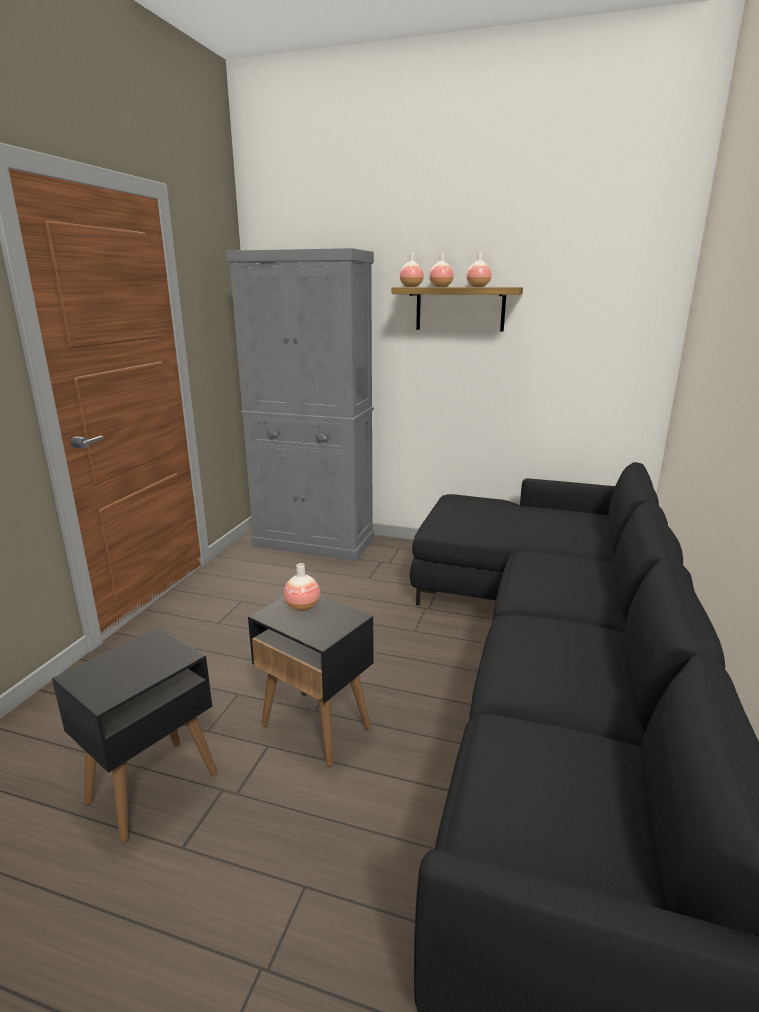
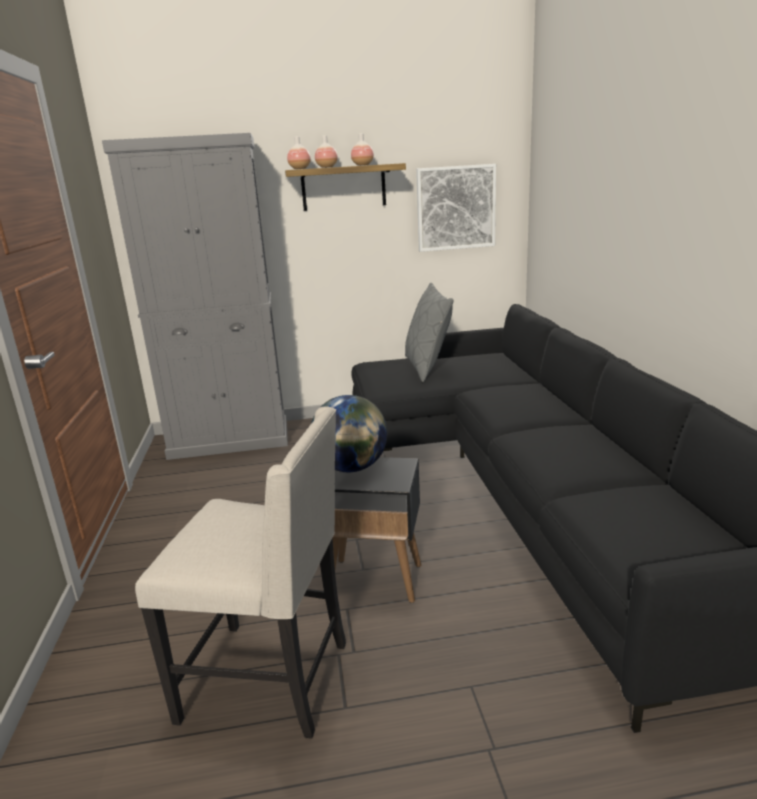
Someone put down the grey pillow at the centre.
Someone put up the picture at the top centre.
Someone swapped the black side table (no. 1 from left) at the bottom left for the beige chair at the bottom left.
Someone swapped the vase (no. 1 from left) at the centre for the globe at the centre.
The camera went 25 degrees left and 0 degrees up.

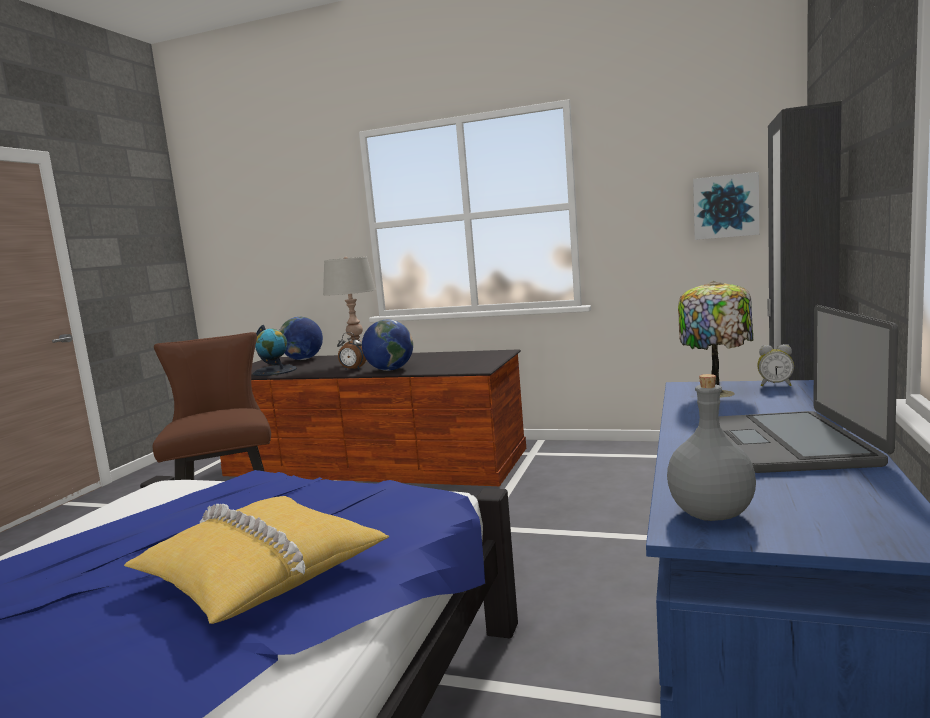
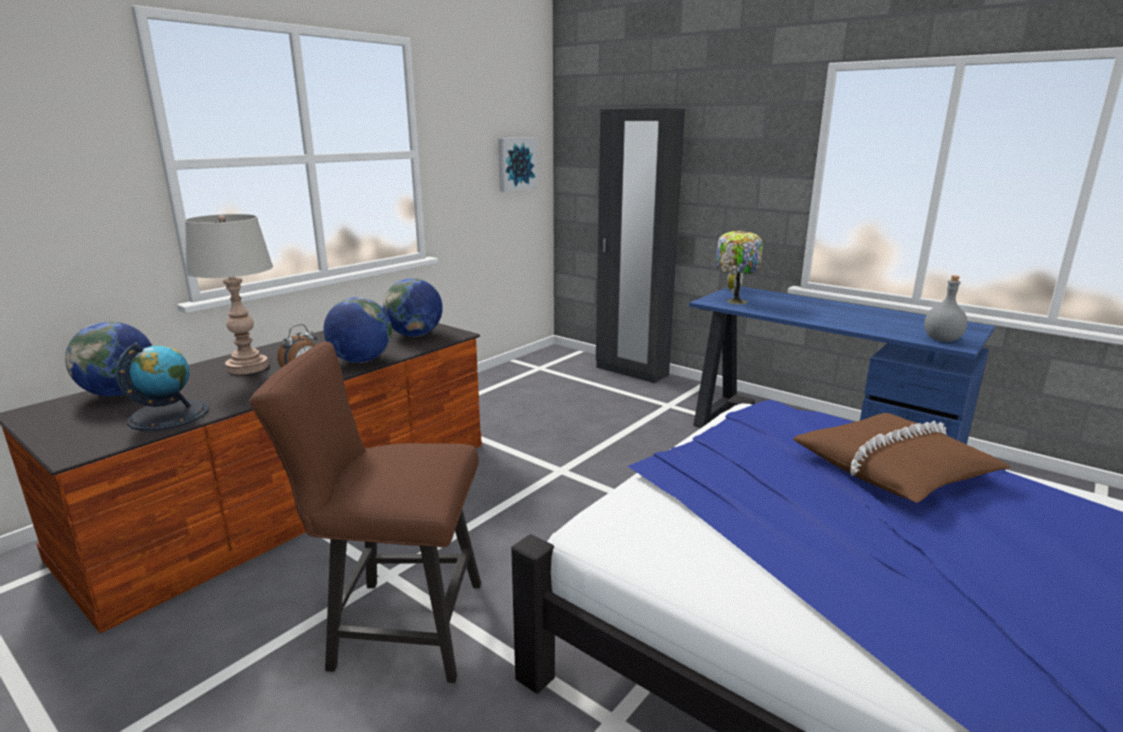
Someone took away the laptop at the middle right.
Someone put down the globe (no. 4 from left) at the centre.
Someone repainted the yellow pillow at the bottom left, which became the brown pillow at the middle right.
The camera went 70 degrees left and 10 degrees up.

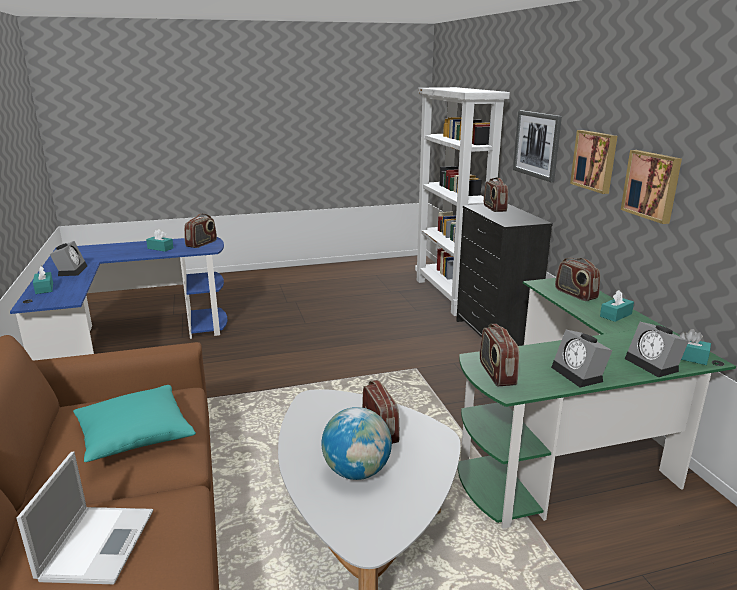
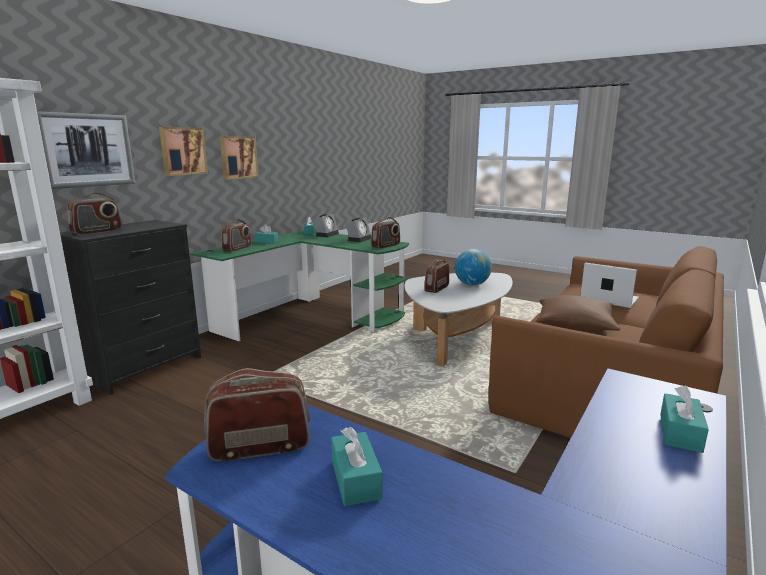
Someone took away the alarm clock (no. 1 from left) at the middle left.
Someone repainted the turquoise pillow at the bottom left, which became the brown pillow at the middle right.
Someone rotated the laptop at the bottom left by 75 degrees clockwise.
The camera went 130 degrees left and 5 degrees down.

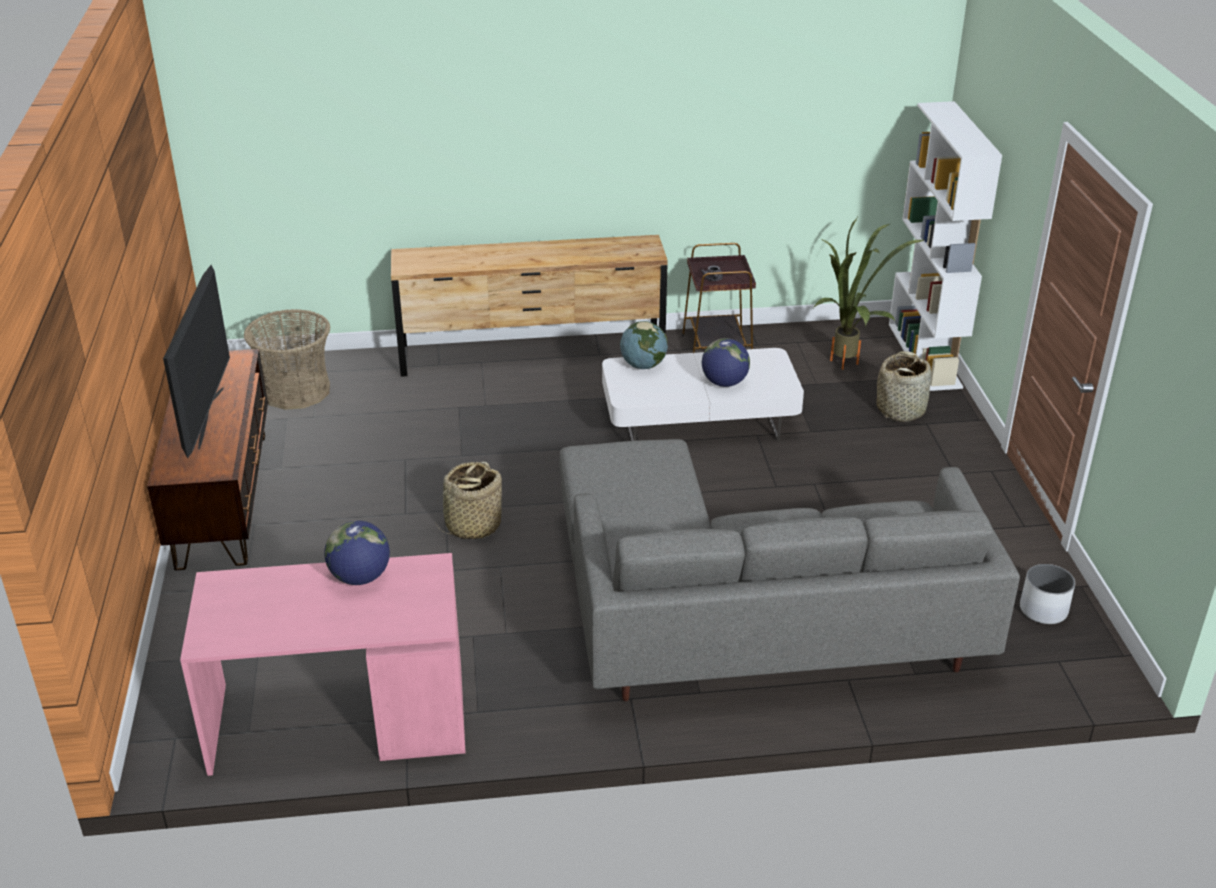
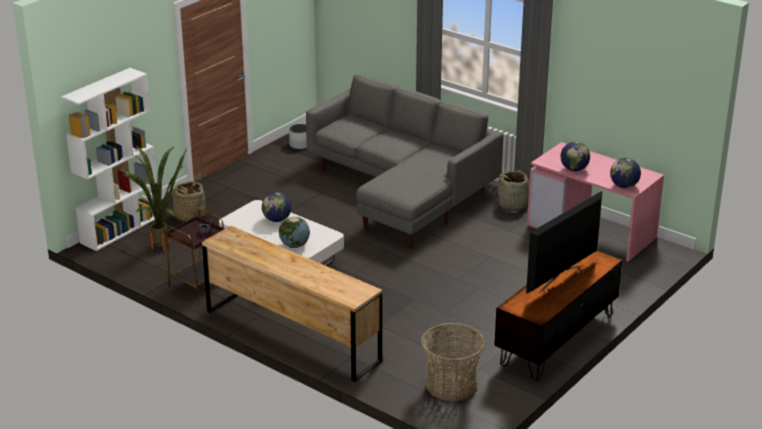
Someone put down the globe (no. 4 from left) at the middle right.
Someone carried the basket (no. 2 from left in the first image) from the centre to the middle right.
The camera went 135 degrees left and 5 degrees down.

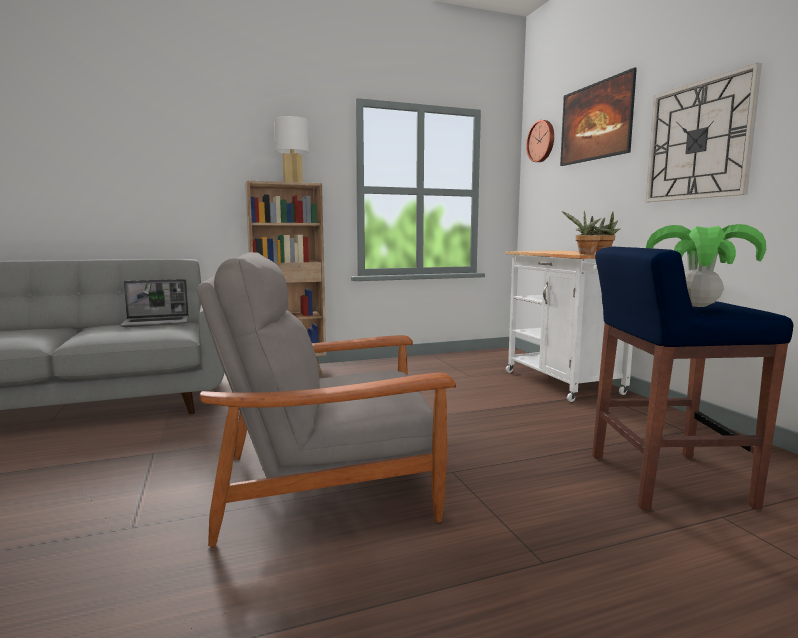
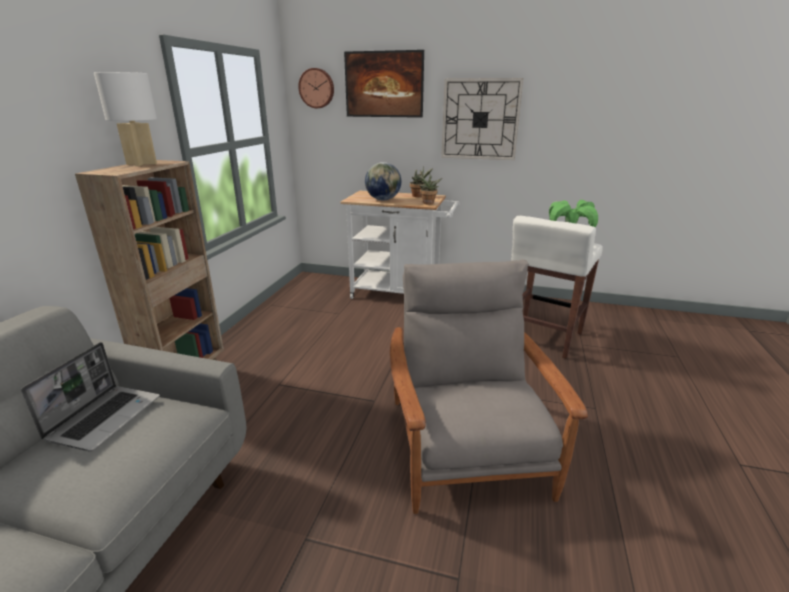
Someone put down the globe at the top centre.
Someone repainted the blue stool at the middle right, which became the white stool at the middle right.
Someone rotated the grey armchair at the centre by 150 degrees clockwise.
The camera went 55 degrees left and 15 degrees up.

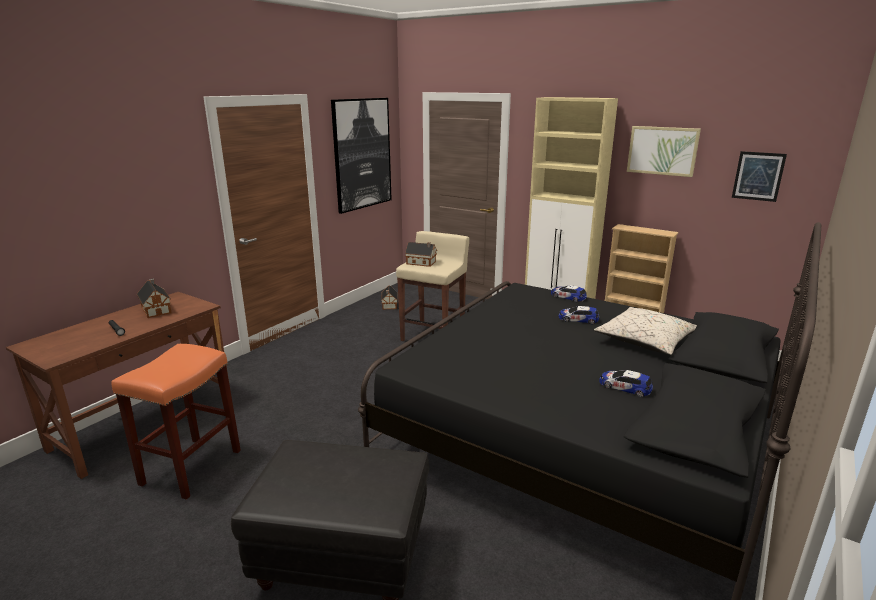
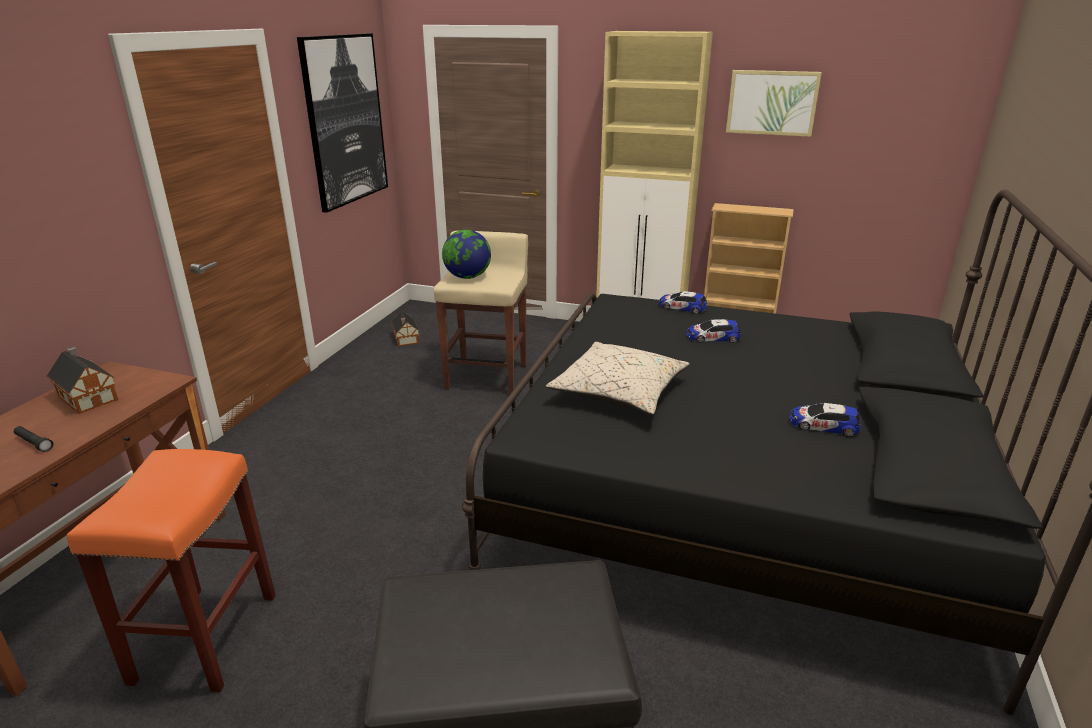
Someone took away the picture (no. 3 from left) at the top right.
Someone carried the beige pillow from the middle right to the centre.
Someone swapped the toy house (no. 3 from left) at the centre for the globe at the centre.
The camera went 15 degrees left and 5 degrees up.

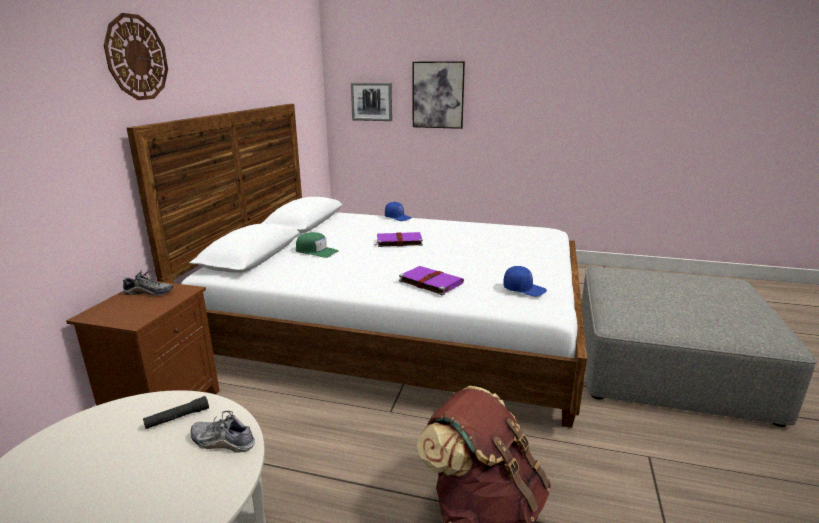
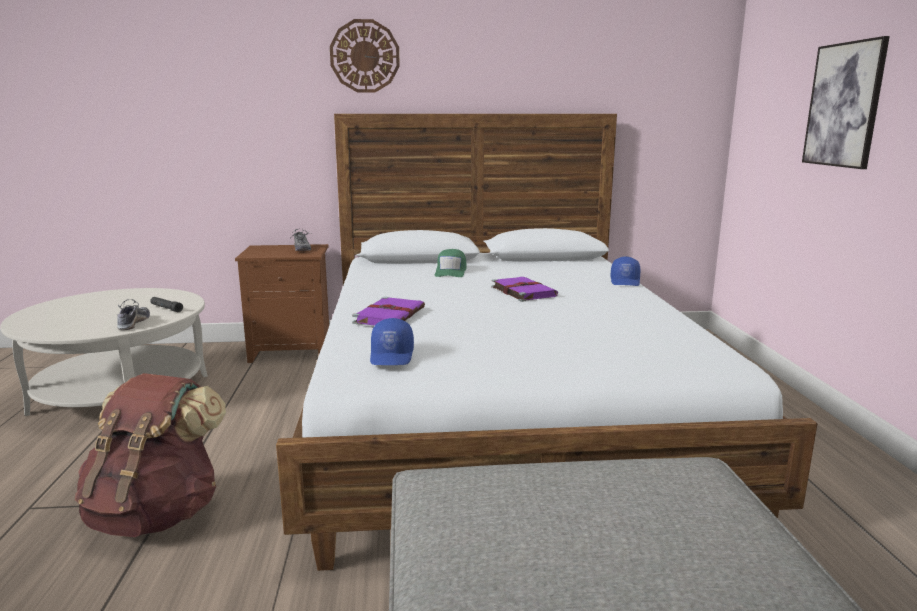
Someone took away the picture (no. 1 from left) at the top centre.
The camera went 70 degrees right and 5 degrees down.

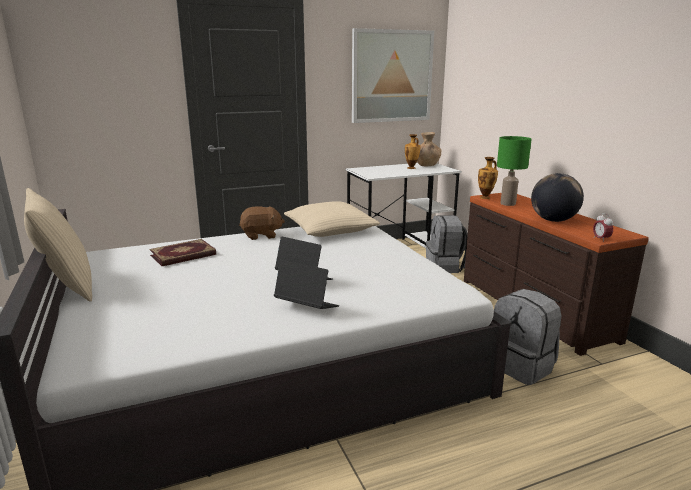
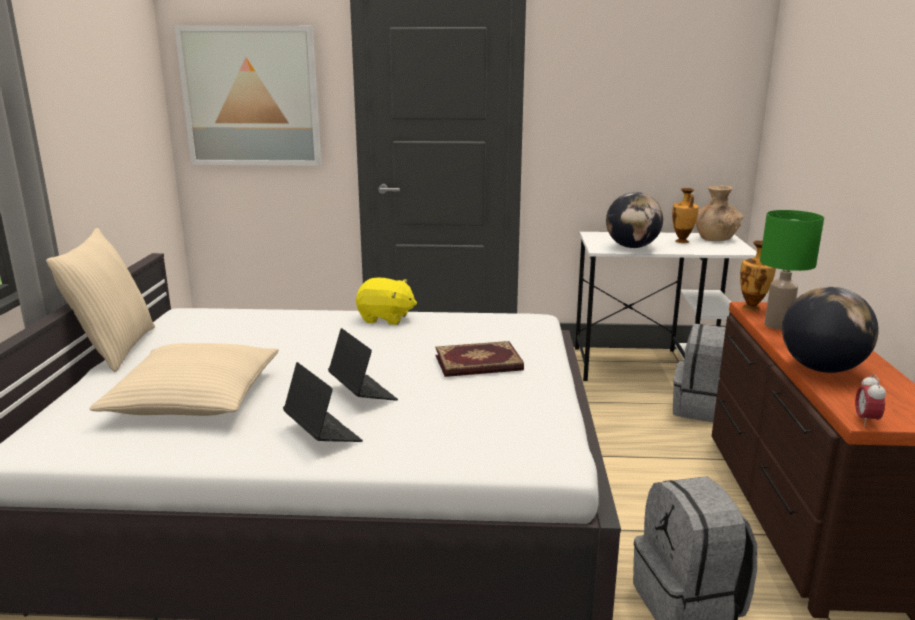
Someone put down the globe (no. 1 from left) at the middle right.
Someone carried the book from the middle left to the centre.
Someone carried the beige pillow (no. 2 from left) from the centre to the middle left.
Someone carried the picture from the top centre to the top left.
Someone repainted the brown plush toy at the centre, which became the yellow plush toy at the centre.
The camera went 25 degrees right and 0 degrees up.

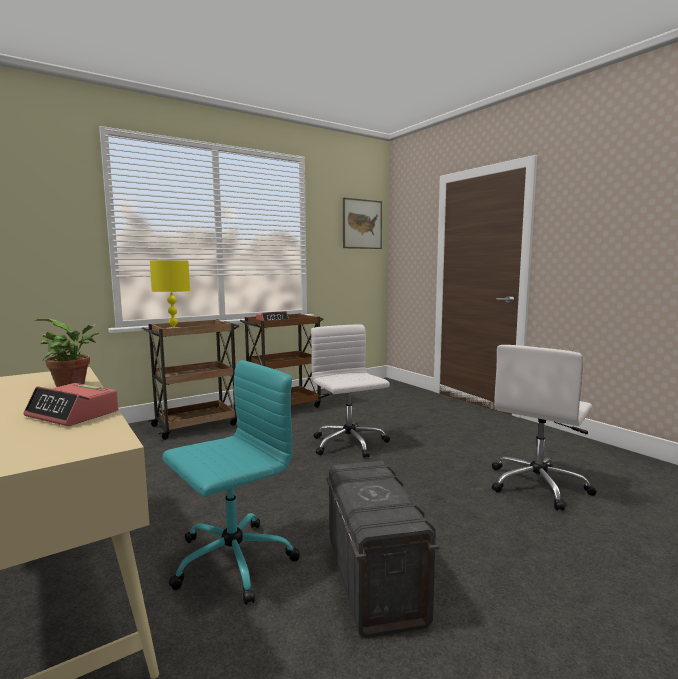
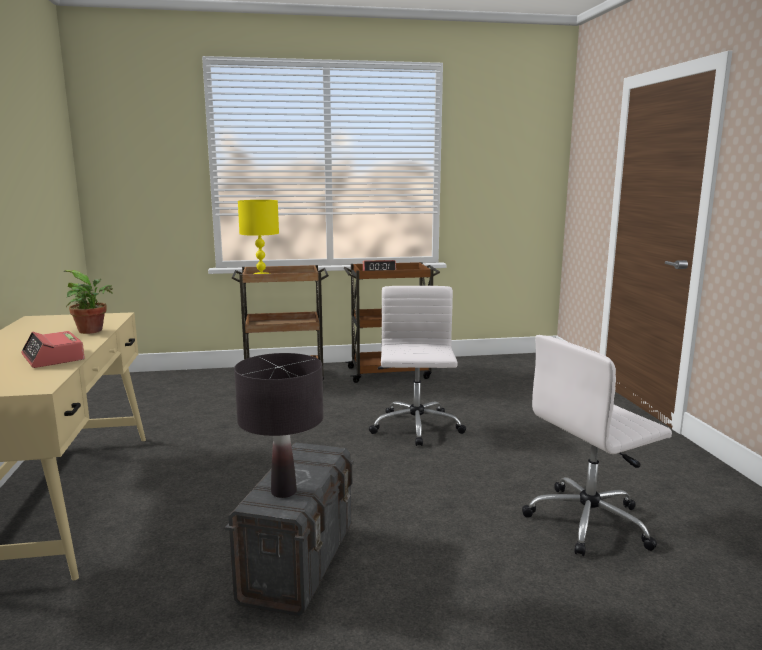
Someone took away the turquoise office chair at the bottom centre.
Someone took away the picture at the top centre.
Someone put down the black table lamp at the centre.
The camera went 25 degrees right and 5 degrees up.

